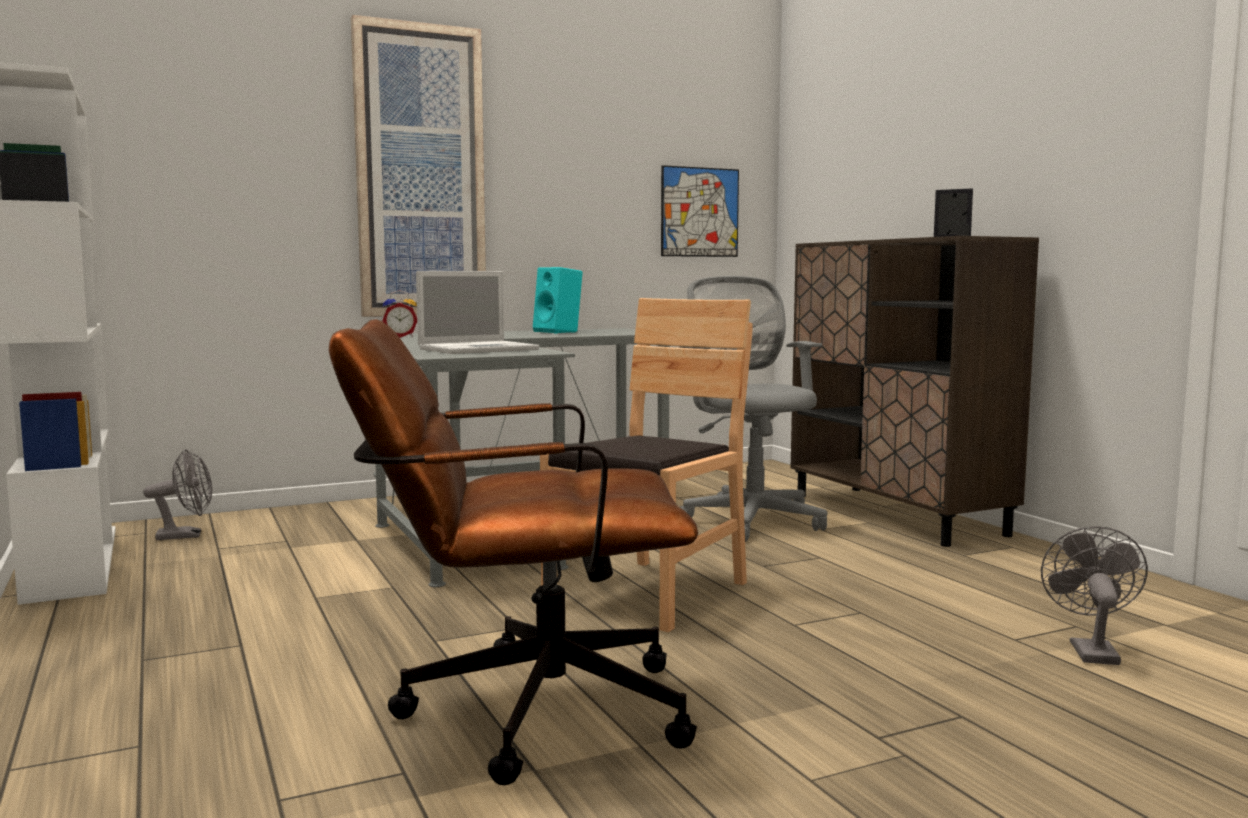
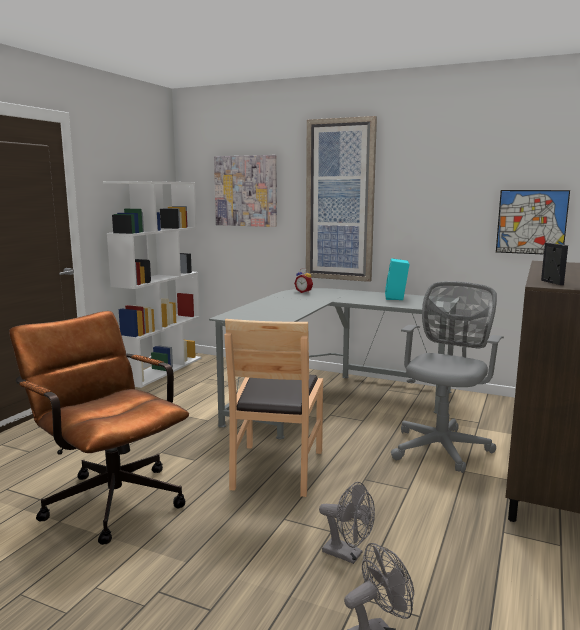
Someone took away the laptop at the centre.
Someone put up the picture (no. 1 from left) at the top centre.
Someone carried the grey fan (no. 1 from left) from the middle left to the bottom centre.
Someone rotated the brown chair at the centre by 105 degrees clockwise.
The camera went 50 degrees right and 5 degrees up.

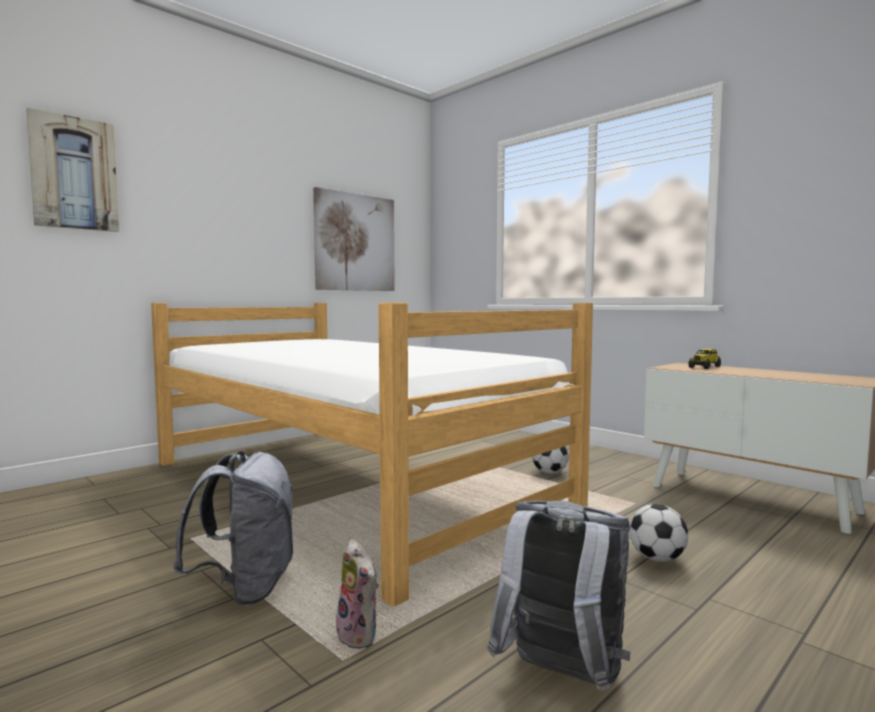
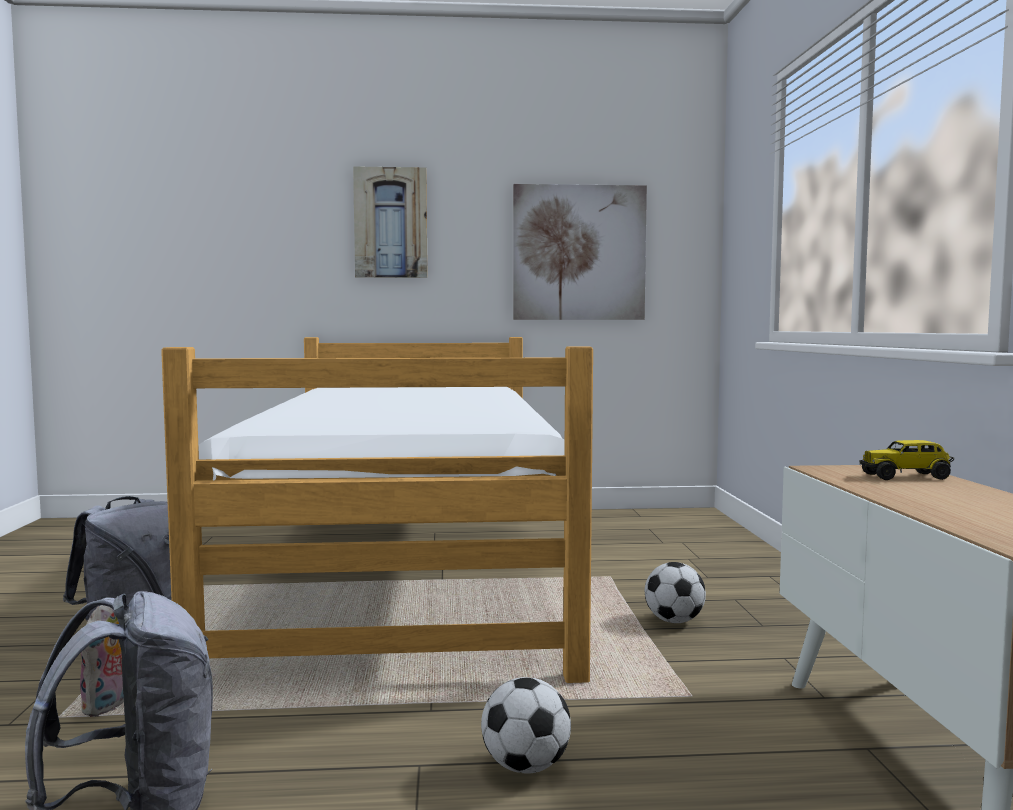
Someone carried the picture (no. 1 from left) from the top left to the top centre.
The camera went 40 degrees right and 0 degrees up.

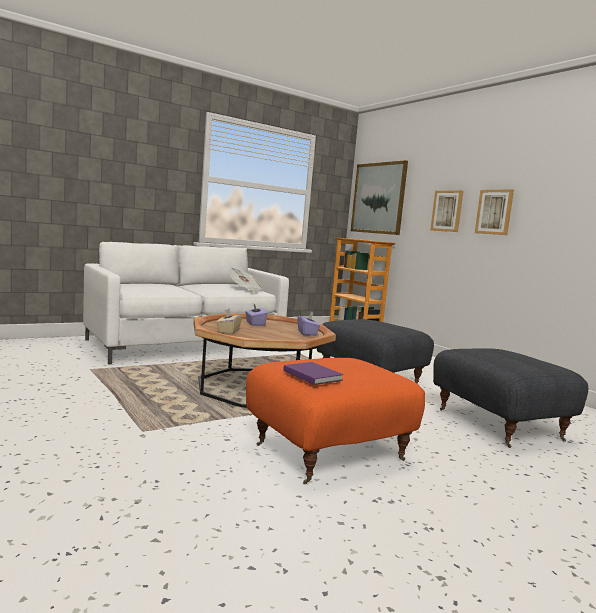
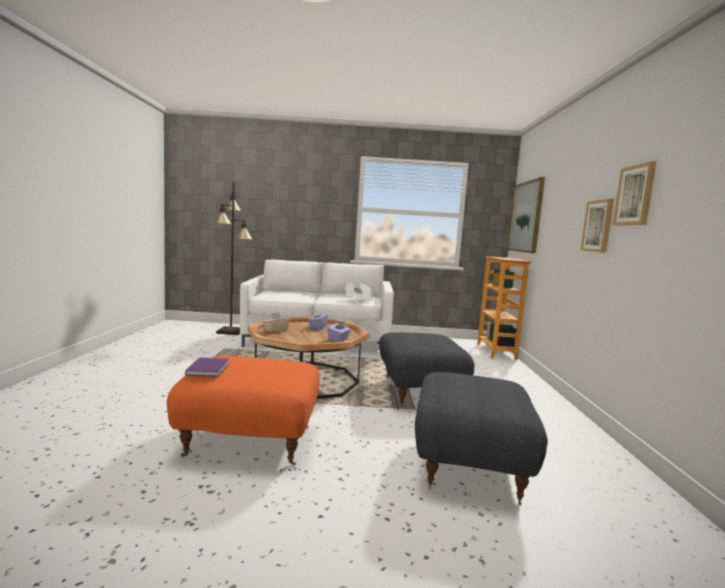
Someone put down the black floor lamp at the middle left.
Someone carried the picture (no. 2 from left in the first image) from the middle right to the top right.
The camera went 35 degrees right and 0 degrees up.

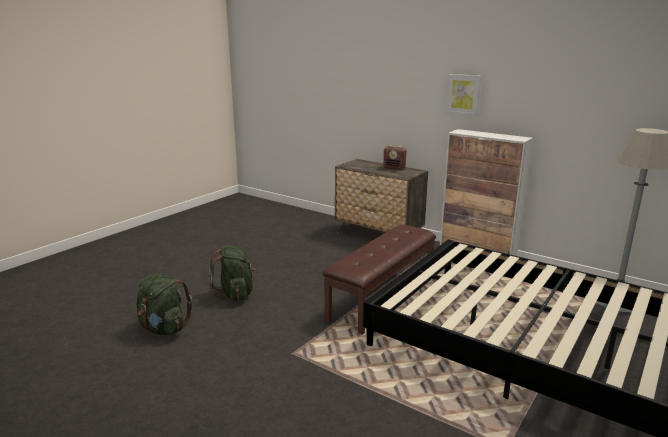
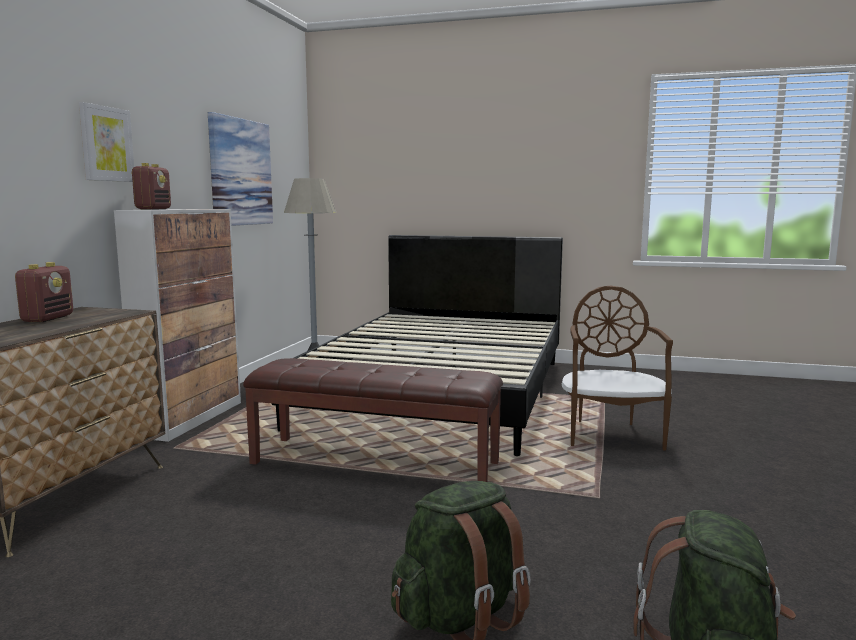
Someone put down the radio (no. 2 from left) at the top left.
Someone put up the picture (no. 2 from left) at the top left.
Someone put down the brown chair at the middle right.
The camera went 110 degrees left and 10 degrees down.

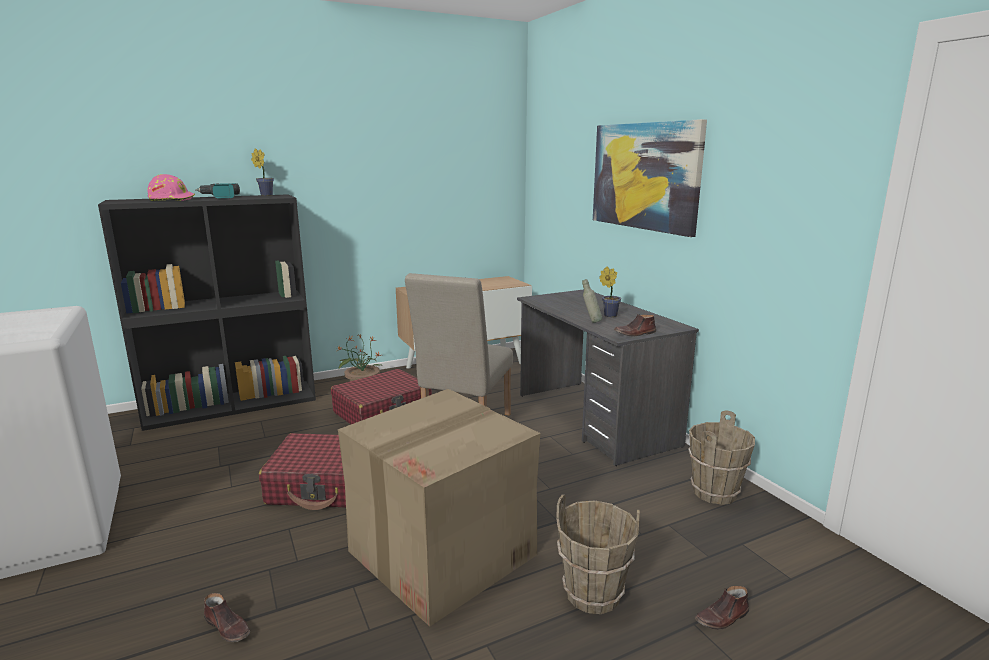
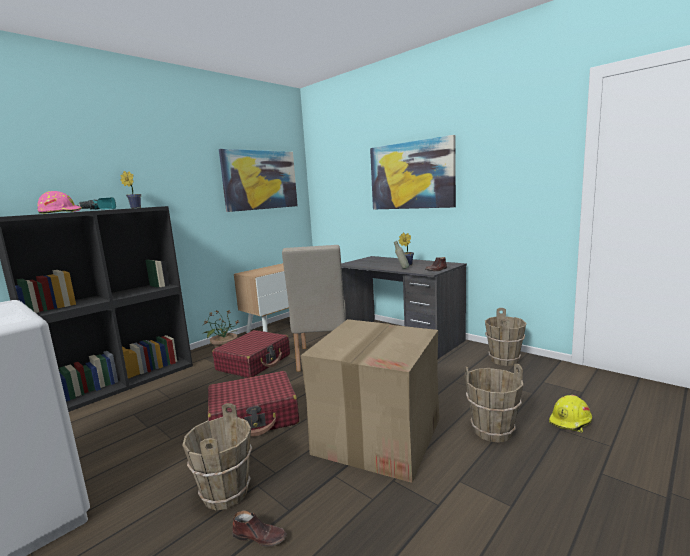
Someone put down the brown bucket (no. 1 from left) at the bottom left.
Someone put up the picture (no. 1 from left) at the top centre.
Someone swapped the brown shoe (no. 3 from left) at the bottom right for the yellow hard hat at the bottom right.
The camera went 20 degrees left and 5 degrees down.

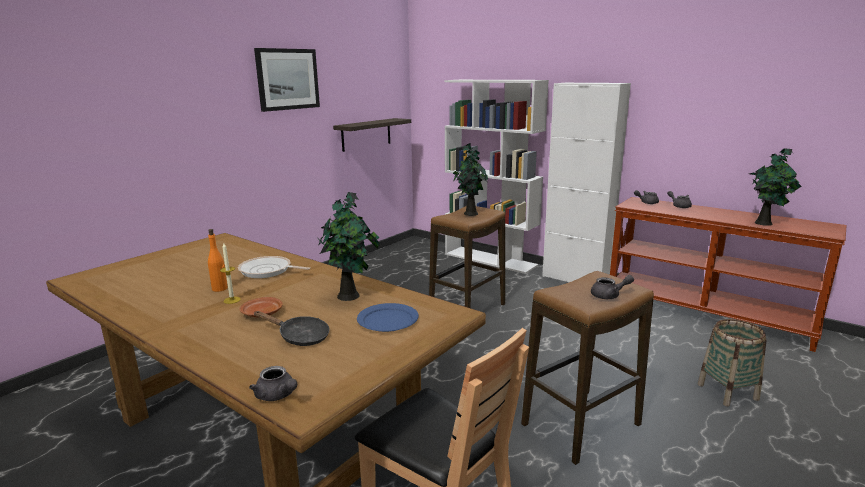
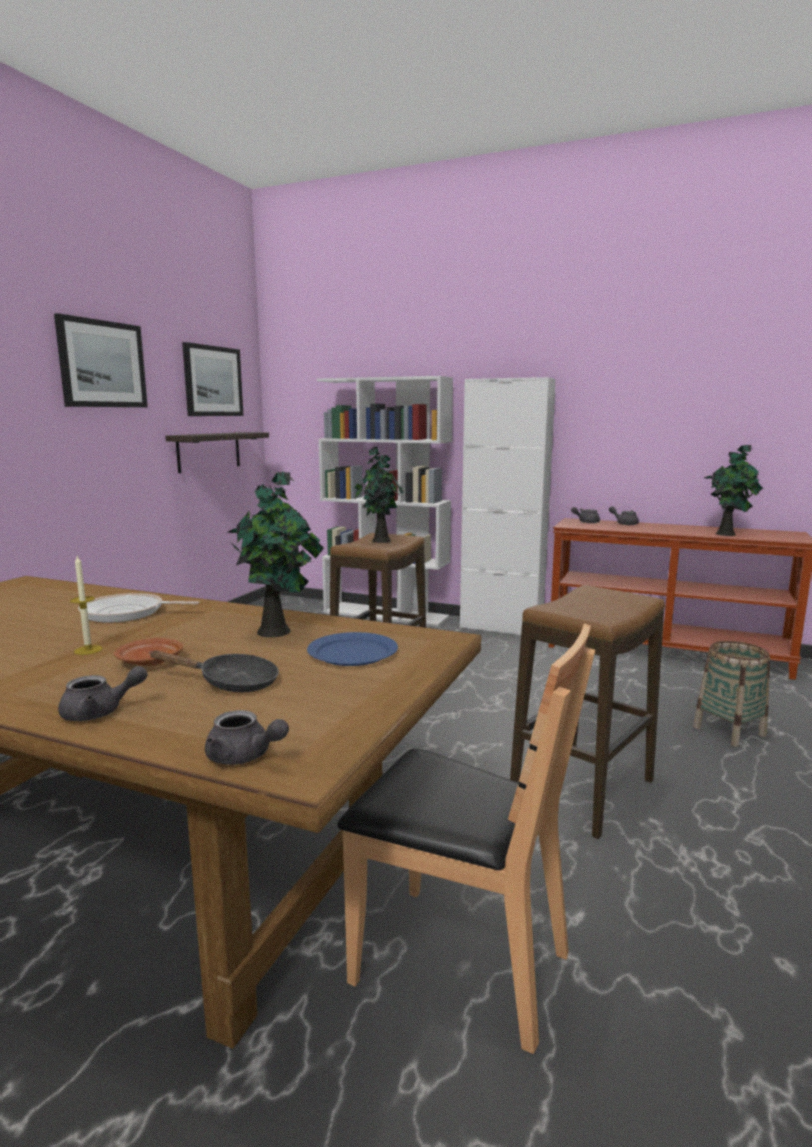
Someone took away the orange bottle at the middle left.
Someone put up the picture (no. 2 from left) at the top left.
Someone carried the grey teapot (no. 2 from left in the first image) from the middle right to the middle left.
The camera went 15 degrees left and 5 degrees down.

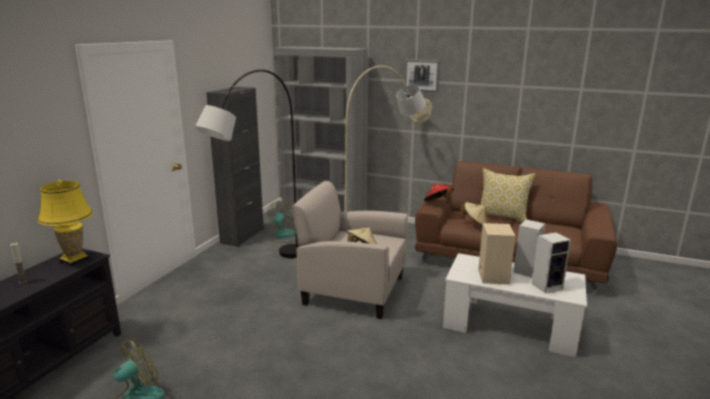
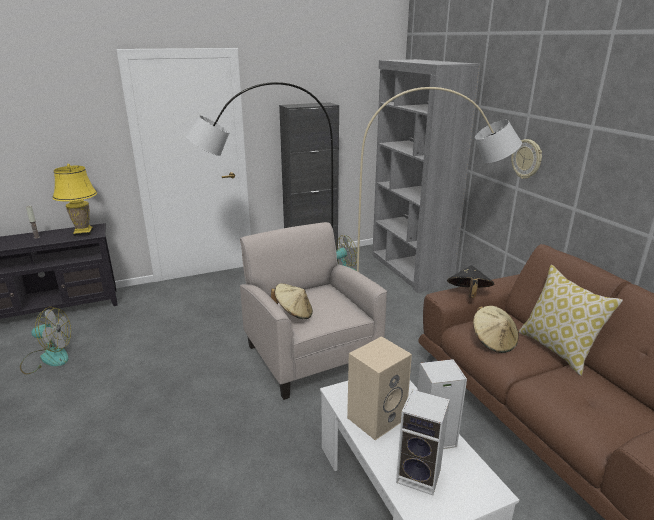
Someone took away the picture at the top centre.
Someone repainted the red hat at the centre, which became the black hat at the middle right.
The camera went 45 degrees right and 5 degrees up.

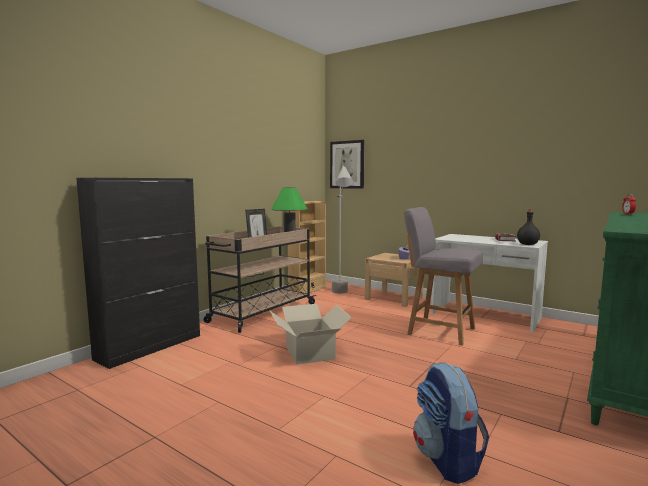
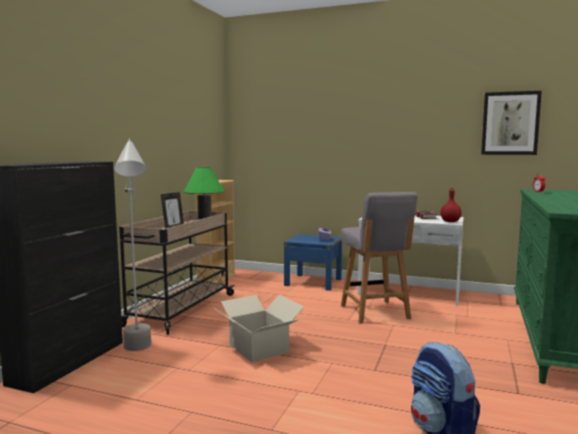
Someone carried the picture from the centre to the top right.
Someone carried the grey floor lamp from the centre to the middle left.
Someone repainted the beige nightstand at the centre, which became the blue nightstand at the centre.
Someone repainted the black bottle at the middle right, which became the red bottle at the middle right.
Someone rotated the grey chair at the middle right by 120 degrees counterclockwise.
The camera went 15 degrees left and 0 degrees up.

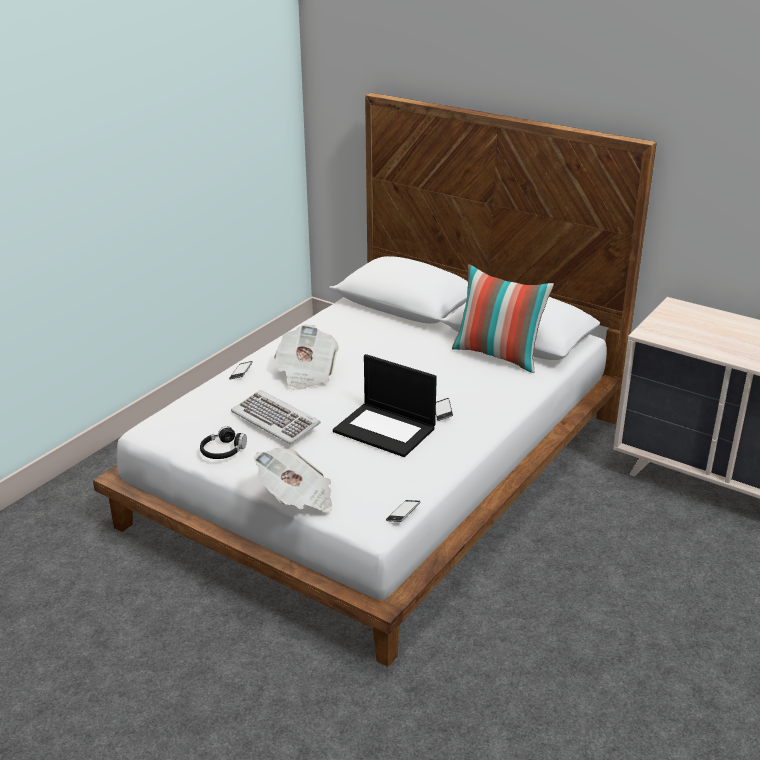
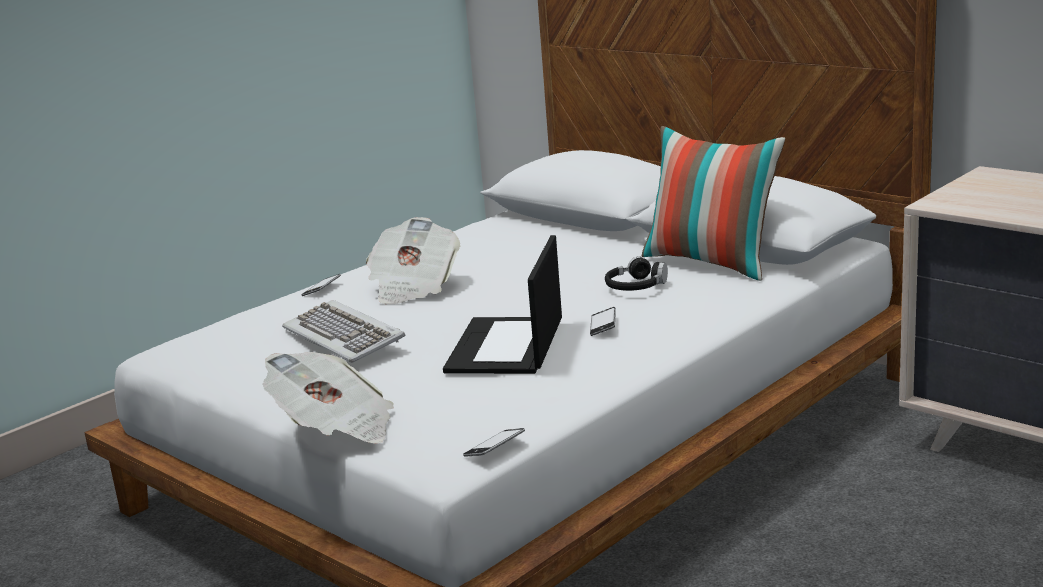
Someone carried the black headphones from the middle left to the centre.
Someone rotated the laptop at the centre by 60 degrees clockwise.
The camera went 10 degrees right and 10 degrees down.

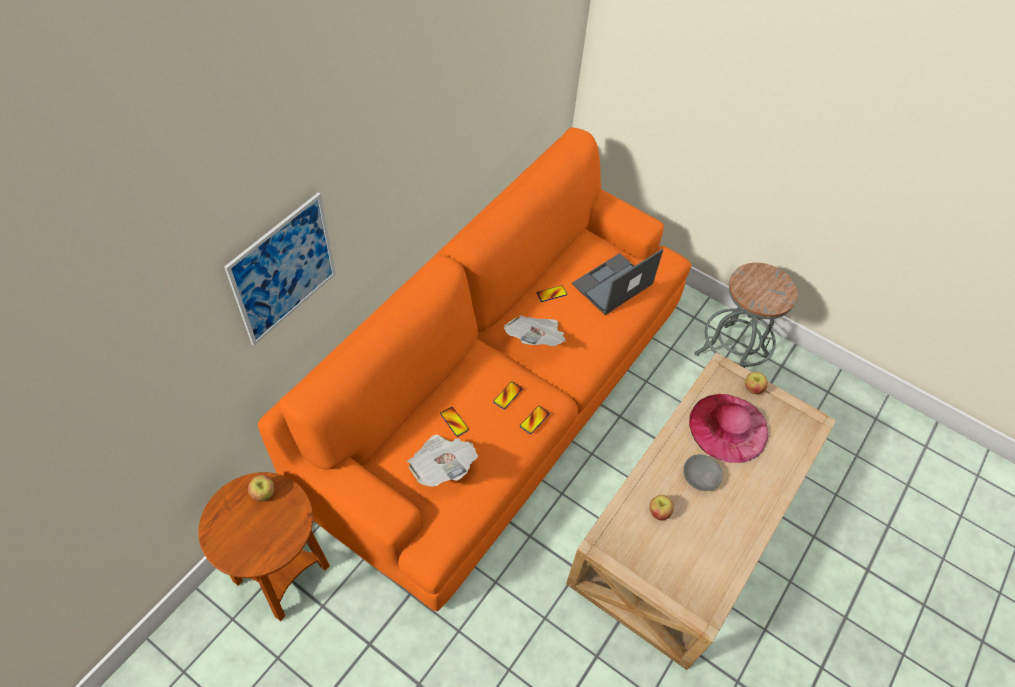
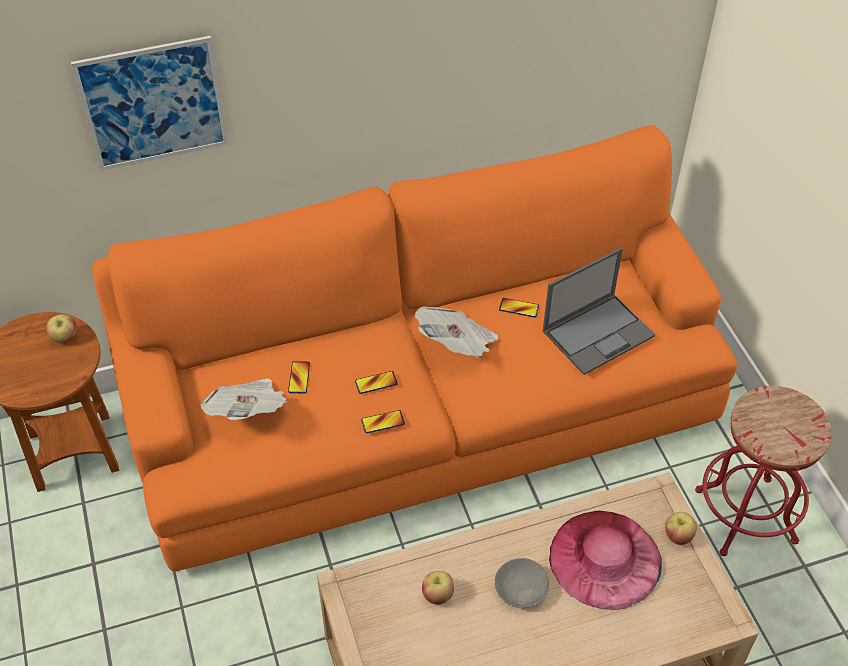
Someone repainted the grey stool at the middle right, which became the red stool at the bottom right.
Someone rotated the laptop at the centre by 150 degrees clockwise.
The camera went 40 degrees right and 5 degrees down.

